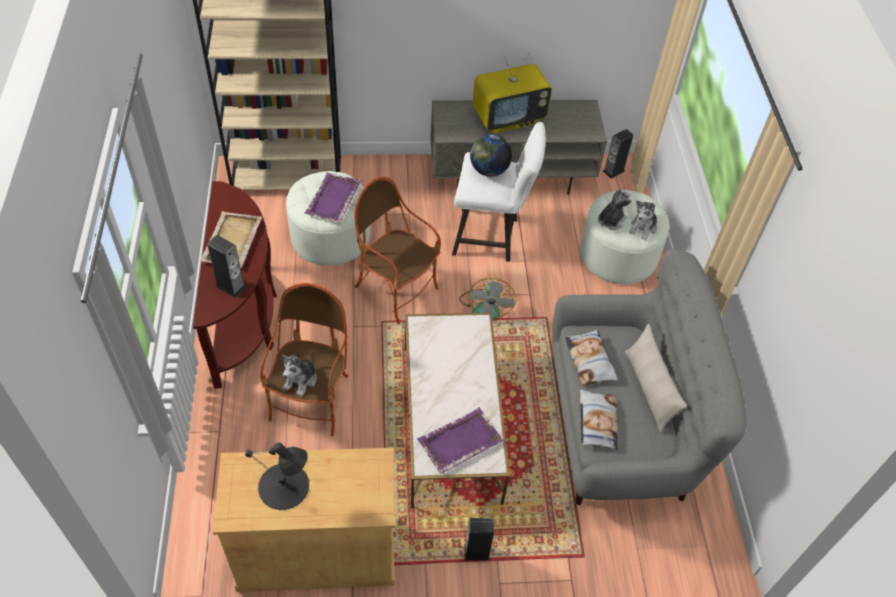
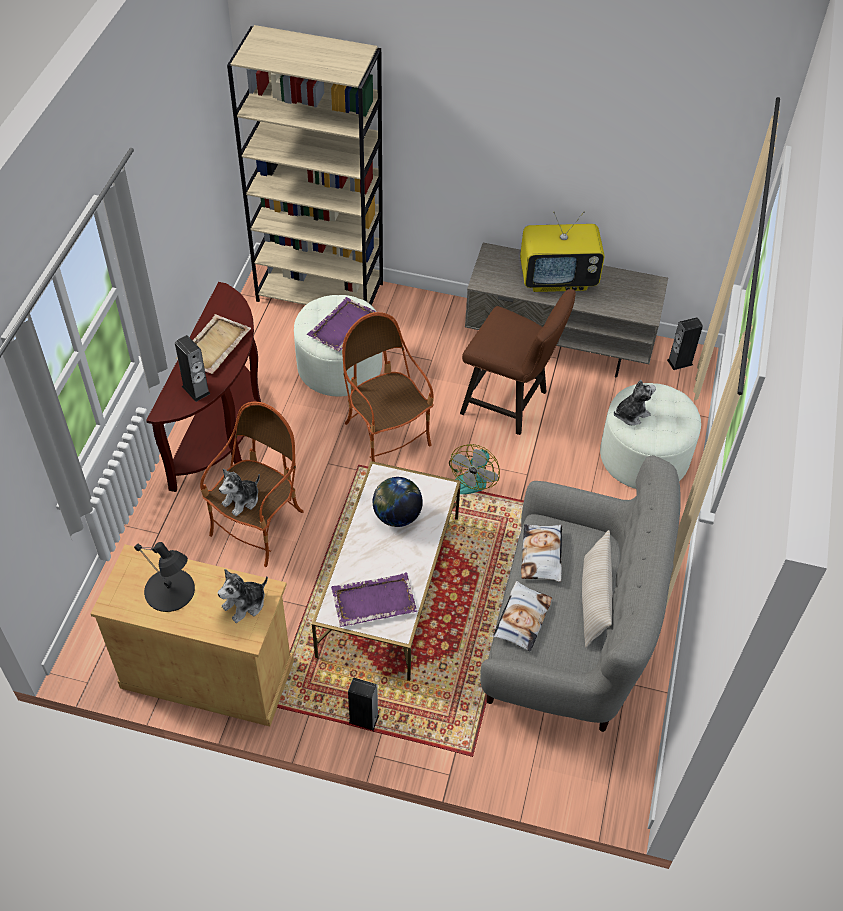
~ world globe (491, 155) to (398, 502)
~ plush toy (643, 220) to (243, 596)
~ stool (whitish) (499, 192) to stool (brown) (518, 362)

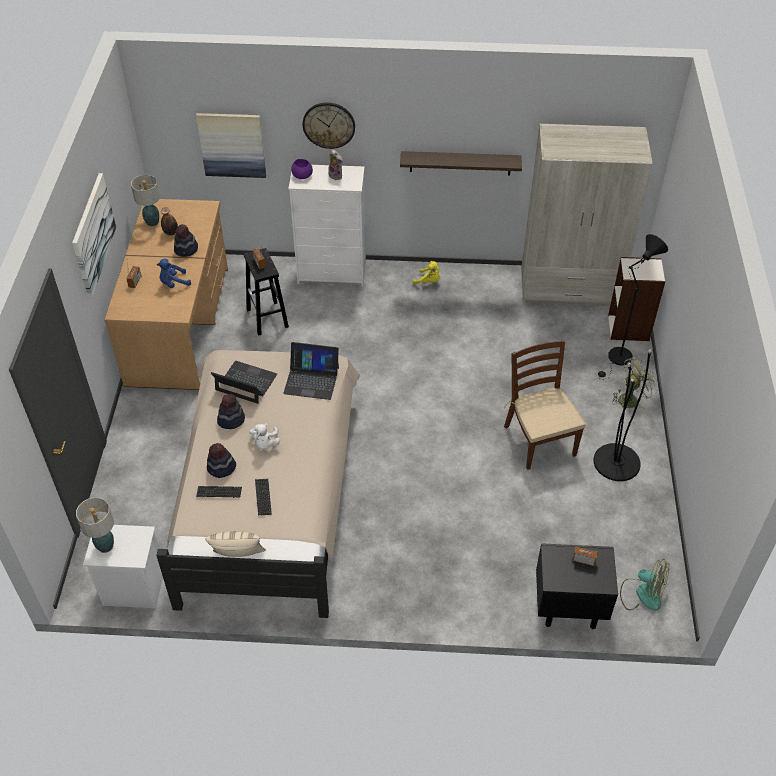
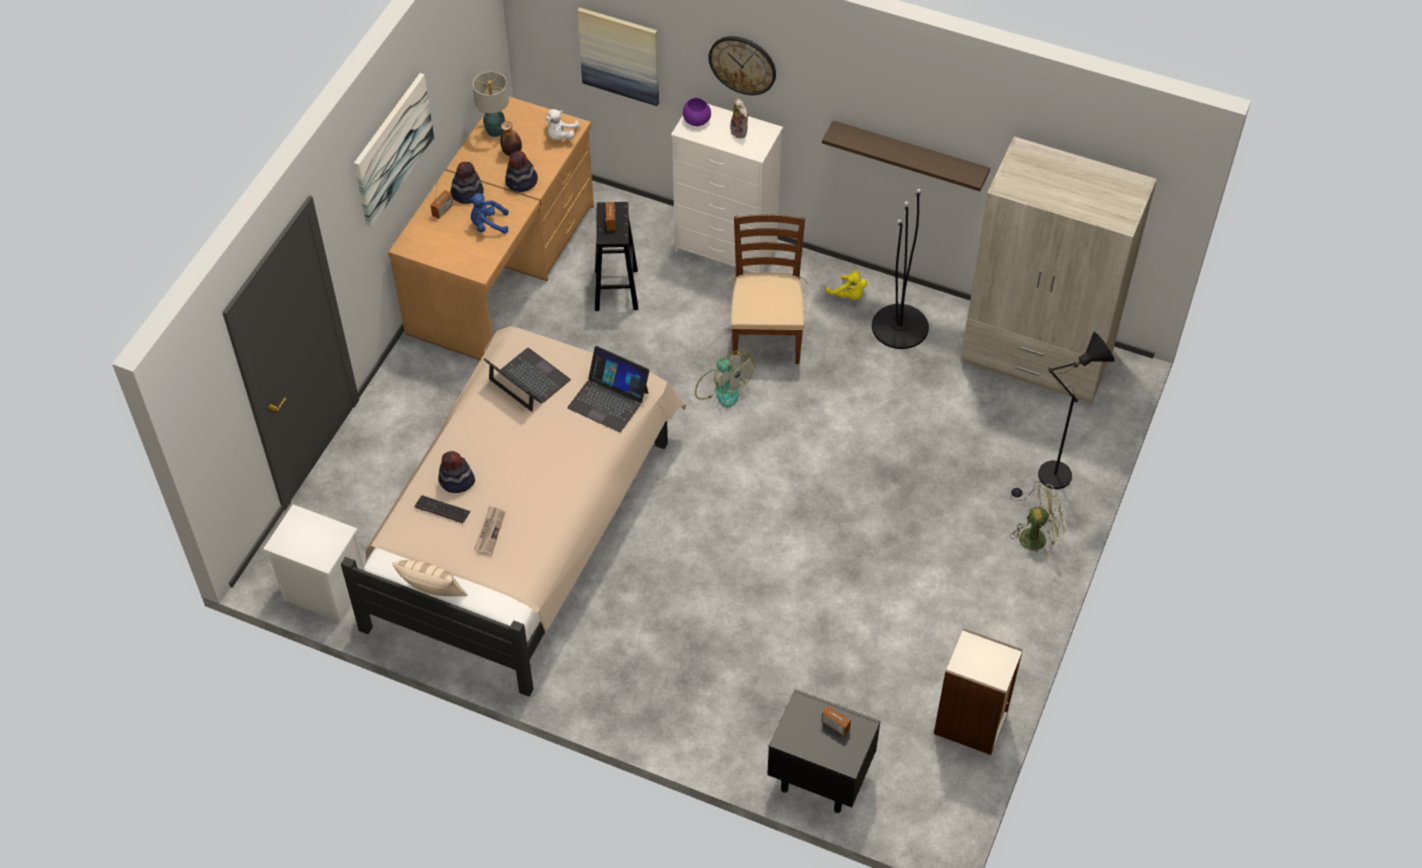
- lamp for a table (95, 525)
~ wearable hat (231, 411) to (467, 183)
~ plush toy (whitish) (264, 436) to (562, 124)
~ upright chair (brown) (545, 405) to (767, 289)
~ standing lamp (black-coloured) (622, 415) to (900, 269)
~ bookcase (636, 299) to (978, 691)
~ fan (644, 585) to (724, 379)
~ PC keyboard (263, 497) to printed paper (489, 530)

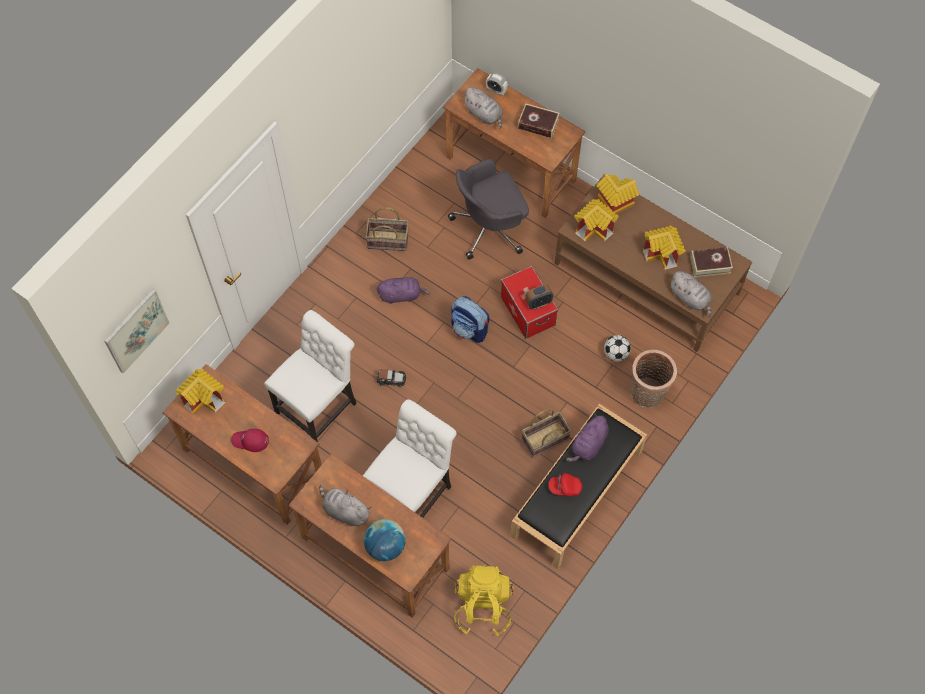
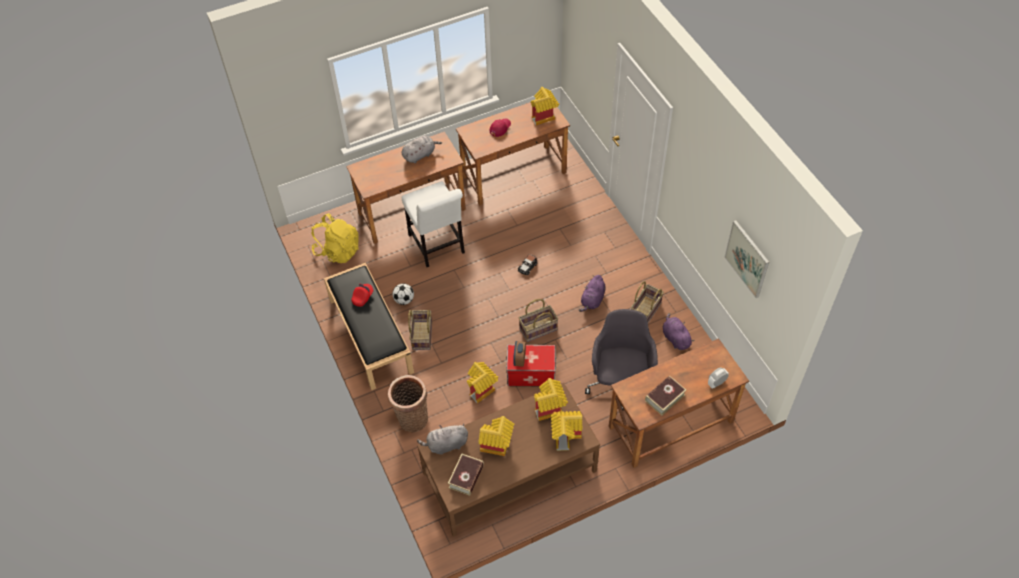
- upright chair (whitish) (310, 376)
- world globe (385, 540)
- plush toy (greyish) (482, 108)
+ toy house (482, 382)
~ wall art (137, 331) to (747, 259)
~ plush toy (purple-coloured) (587, 438) to (678, 331)
~ football (617, 348) to (403, 294)
~ backpack (470, 319) to basket (538, 320)

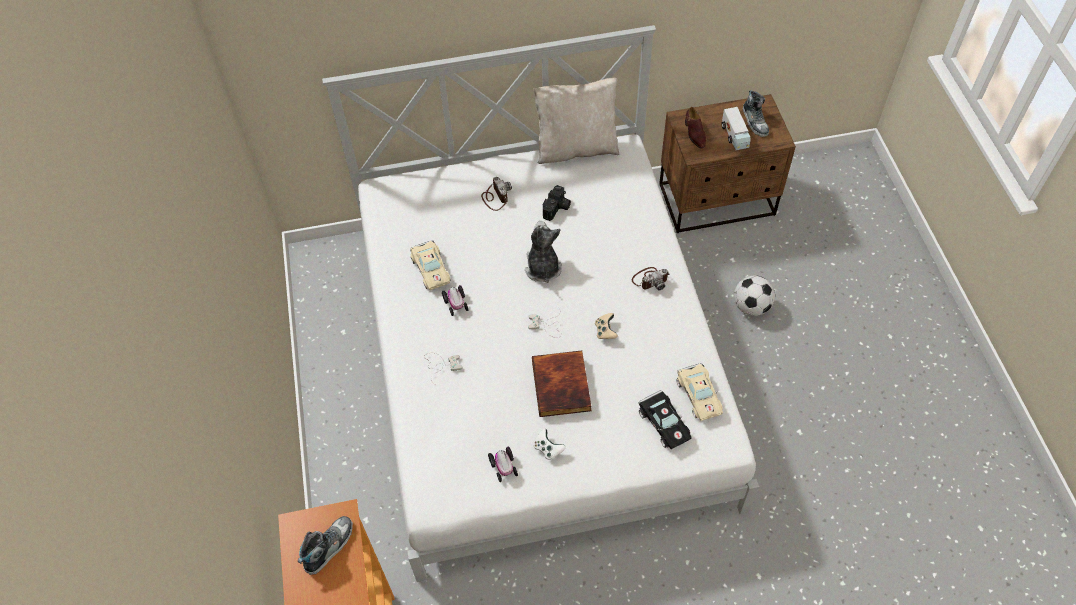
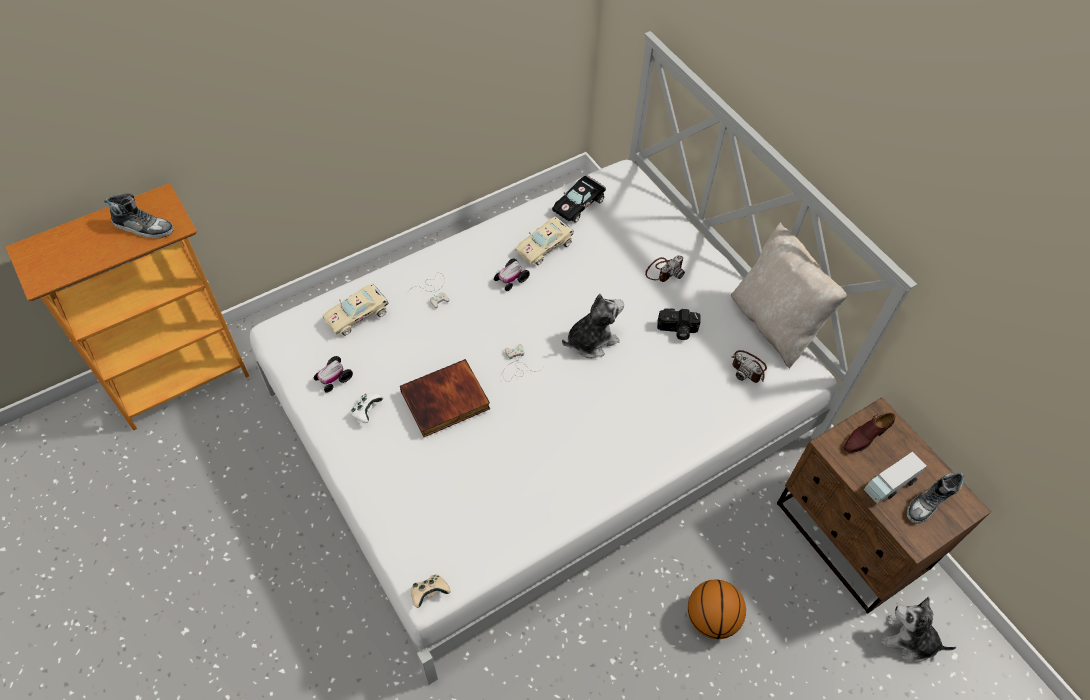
+ plush toy (918, 630)
~ gamepad (beige) (606, 326) to (431, 591)
~ still camera (650, 278) to (749, 366)
~ toy car (black-coloured) (665, 419) to (579, 199)
~ toy car (beige) (699, 392) to (355, 309)
~ football (754, 295) to ball for basketball (717, 609)

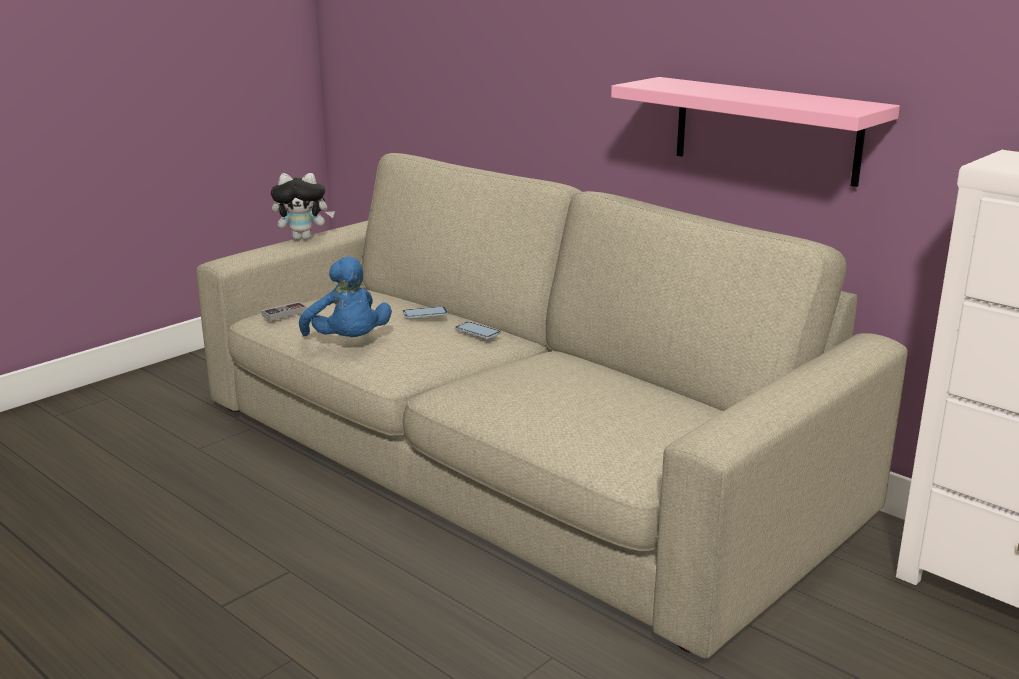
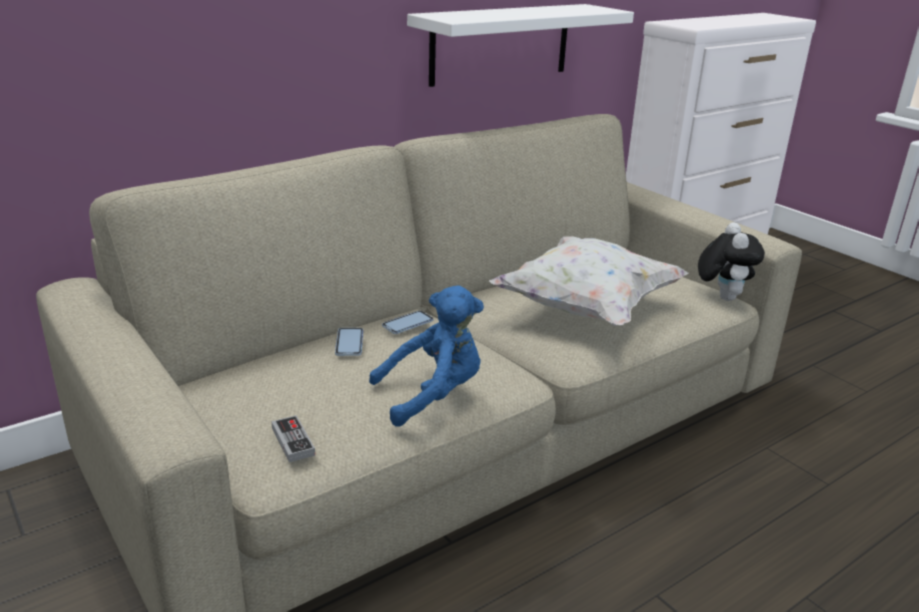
+ pillow (whitish) (589, 281)
~ plush toy (303, 206) to (731, 261)
~ shelf (pinkish) (755, 132) to shelf (whitish) (520, 45)

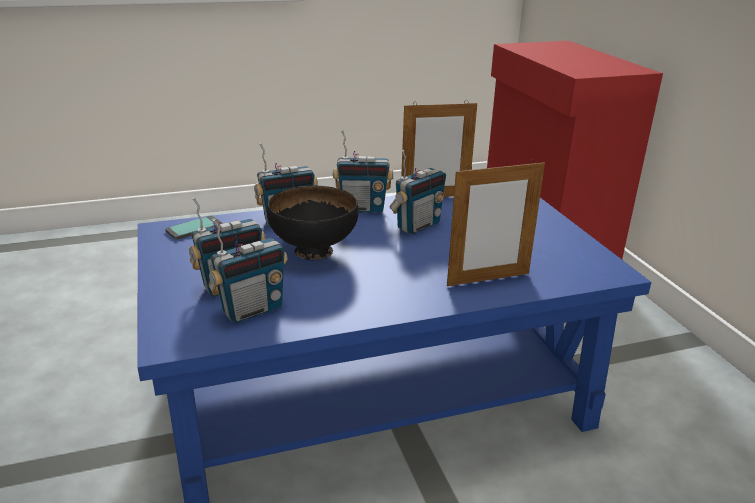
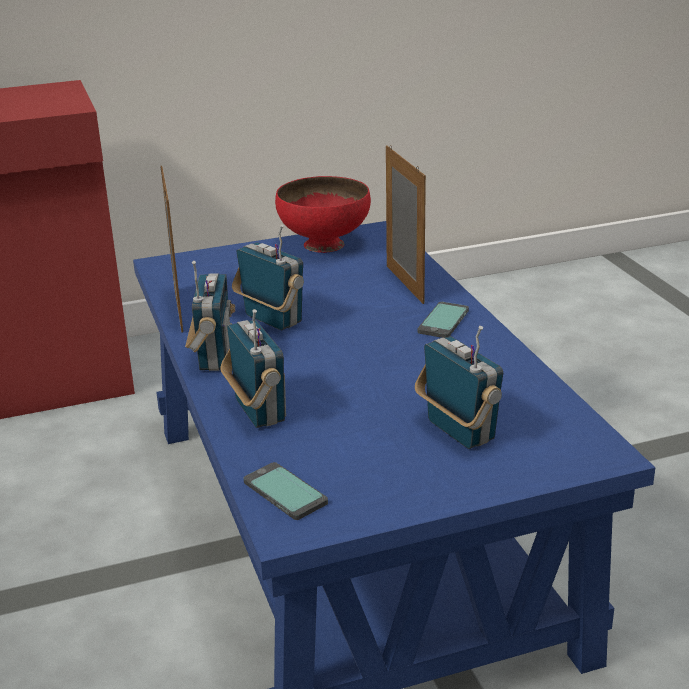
- radio (248, 271)
- deep dish (black-coloured) (313, 223)
+ deep dish (red-coloured) (323, 214)
+ phone (443, 320)

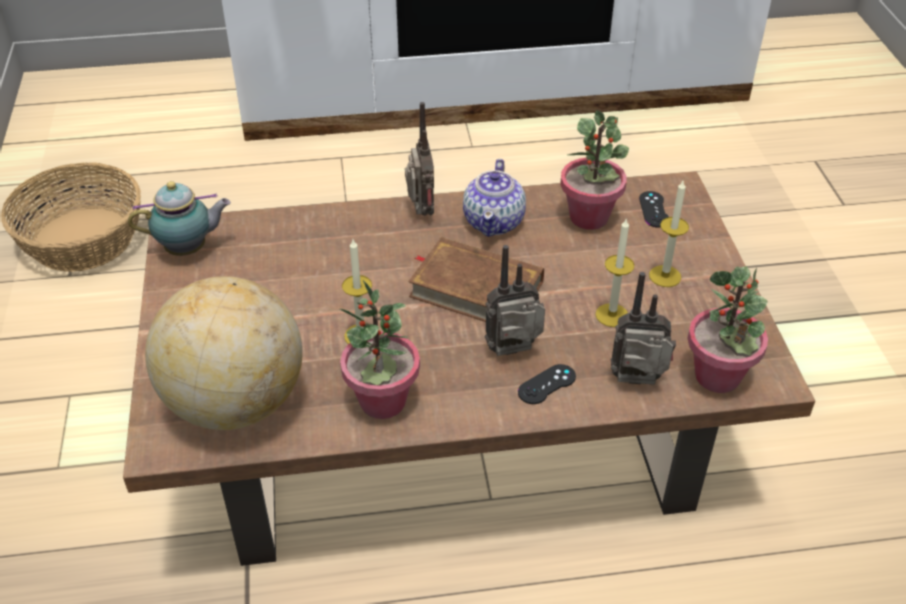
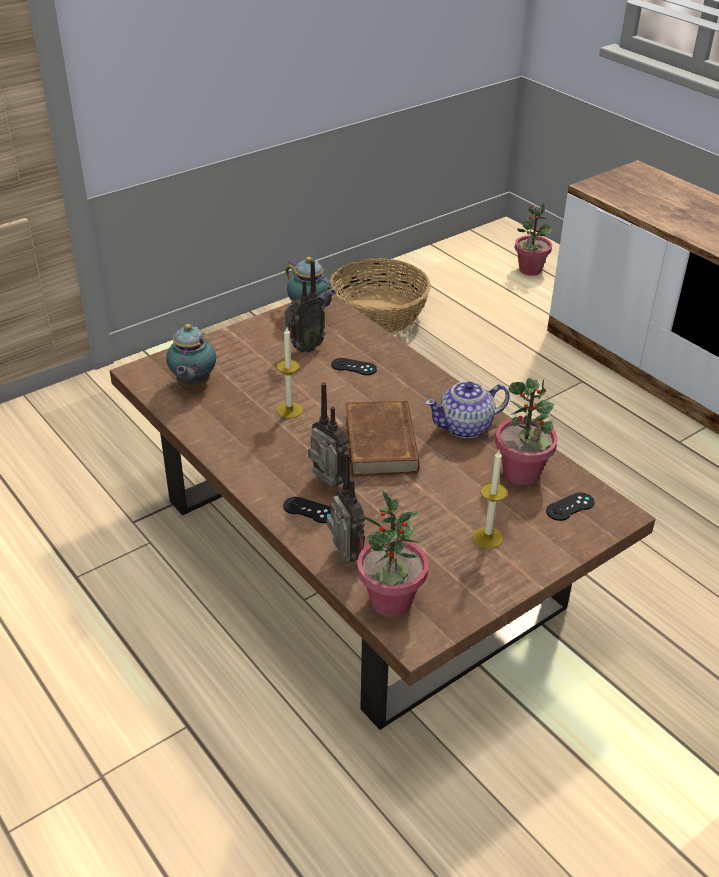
- wax candle (614, 272)
+ gamepad (black-coloured) (354, 366)
~ potted plant (380, 349) to (533, 239)
~ radio (419, 159) to (305, 306)
~ world globe (223, 353) to pot for tea (191, 355)

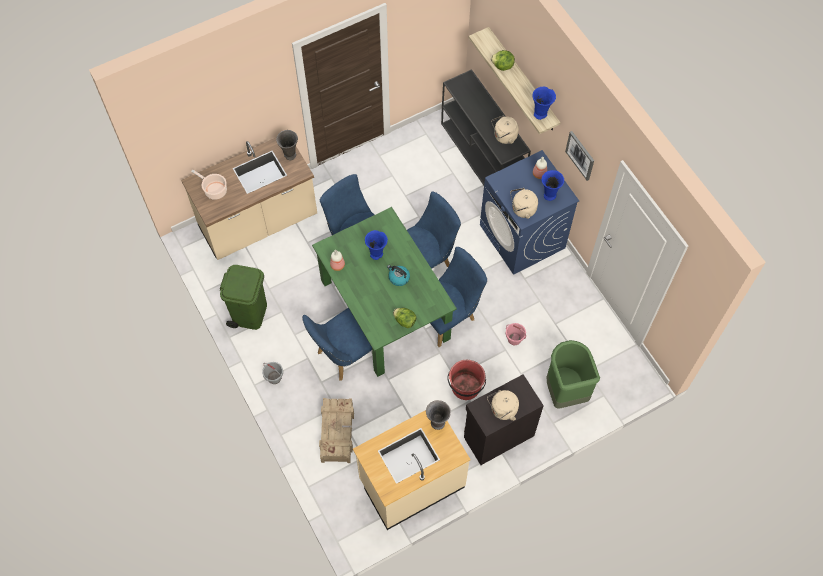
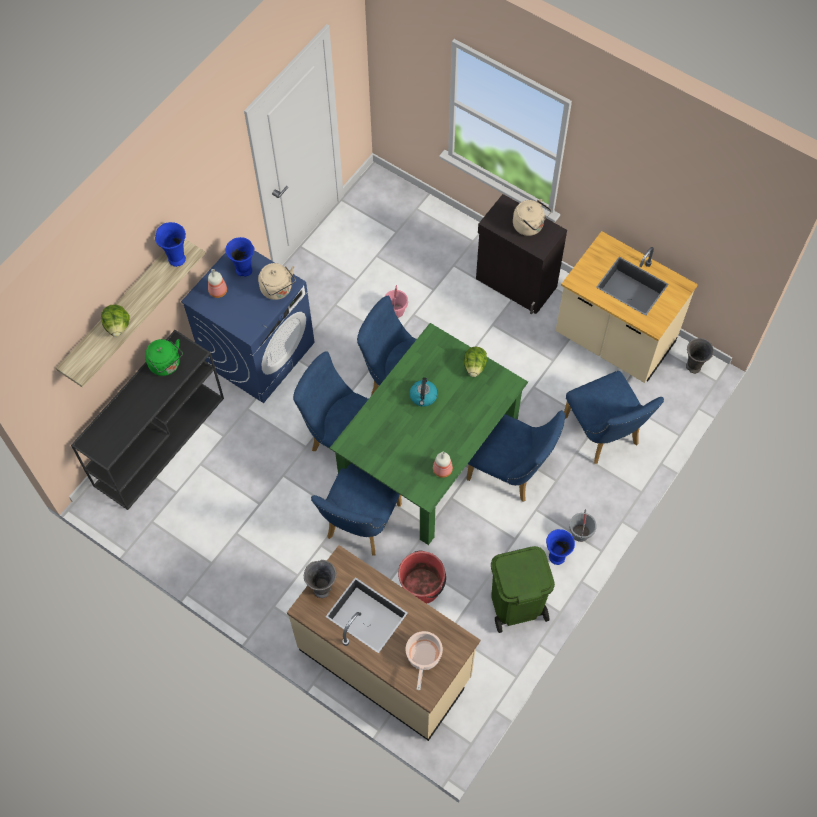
- rubbish bin (greenish) (573, 374)
- wall art (579, 156)
~ vase (blue-coloured) (376, 245) to (560, 547)
~ vase (greyish) (438, 415) to (699, 356)
~ bucket (red-coloured) (466, 380) to (422, 577)
~ crate (336, 430) to upright chair (blue-coloured) (614, 417)
~ water kettle (beige) (505, 129) to water kettle (greenish) (164, 357)

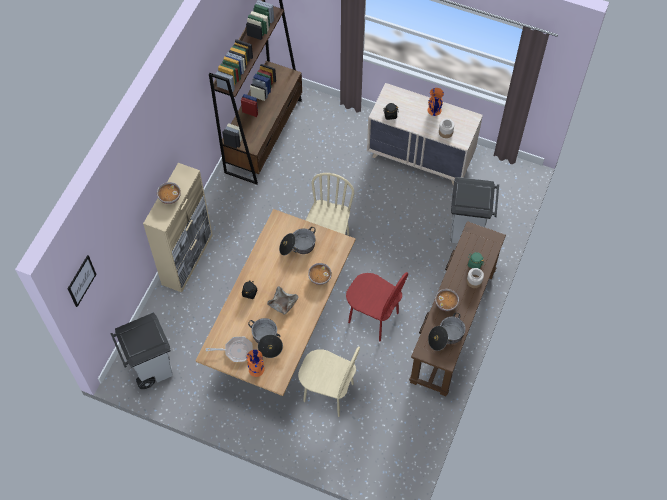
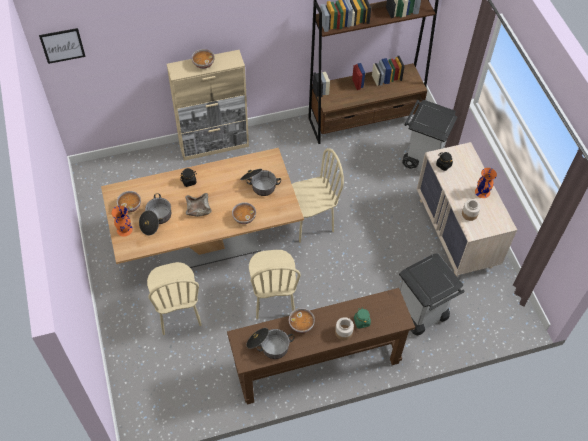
~ rubbish bin (greyish) (141, 351) to (429, 136)
~ skillet (229, 349) to deep dish (129, 201)
~ upright chair (red-coloured) (377, 306) to upright chair (beige) (275, 284)

